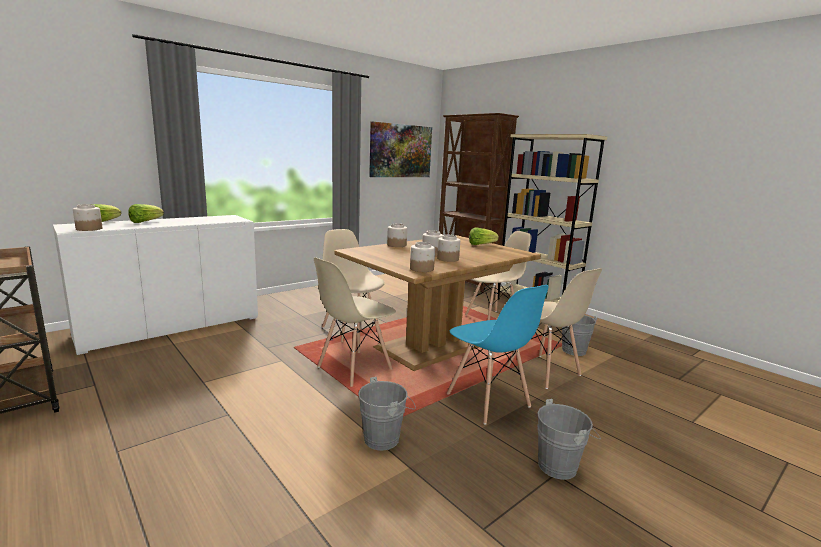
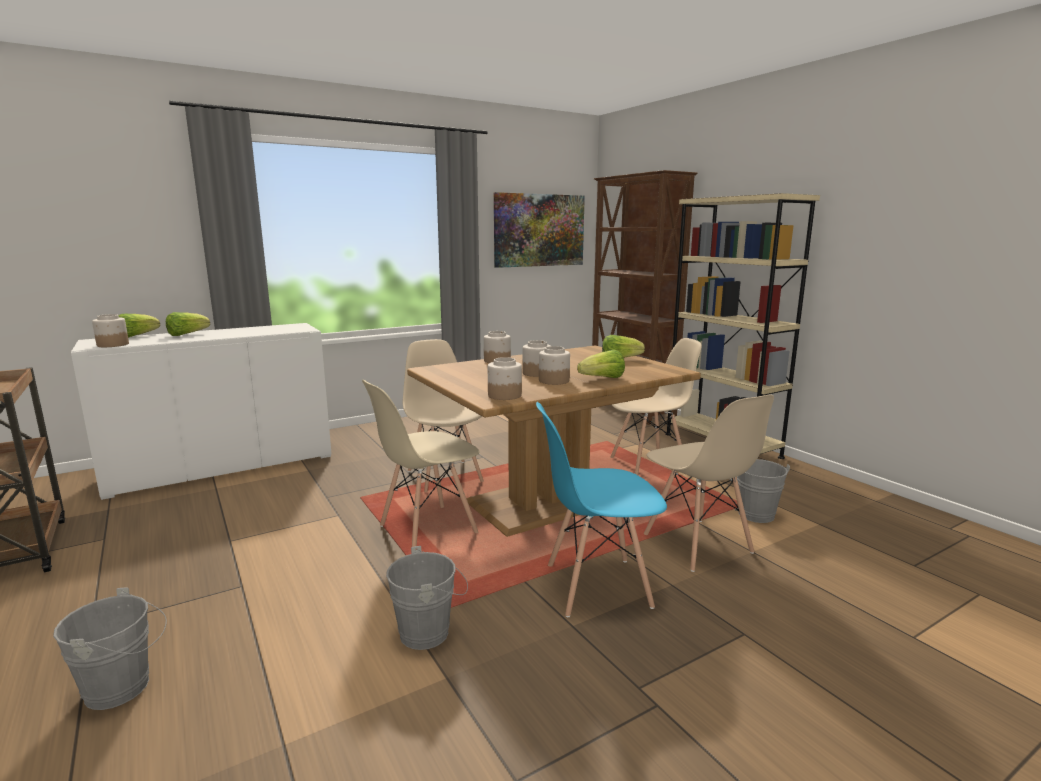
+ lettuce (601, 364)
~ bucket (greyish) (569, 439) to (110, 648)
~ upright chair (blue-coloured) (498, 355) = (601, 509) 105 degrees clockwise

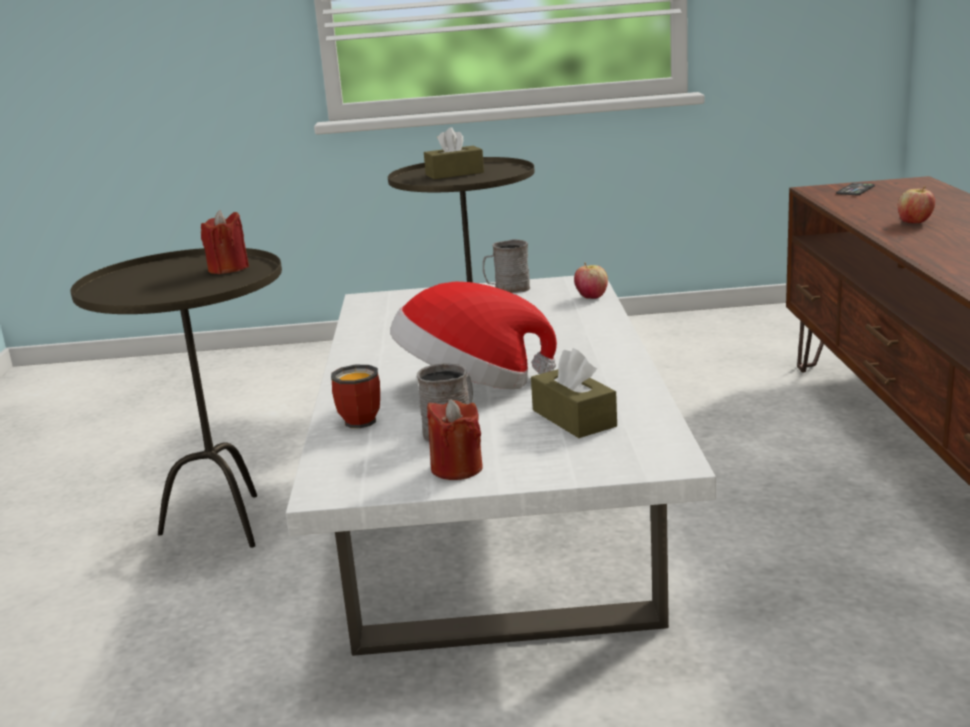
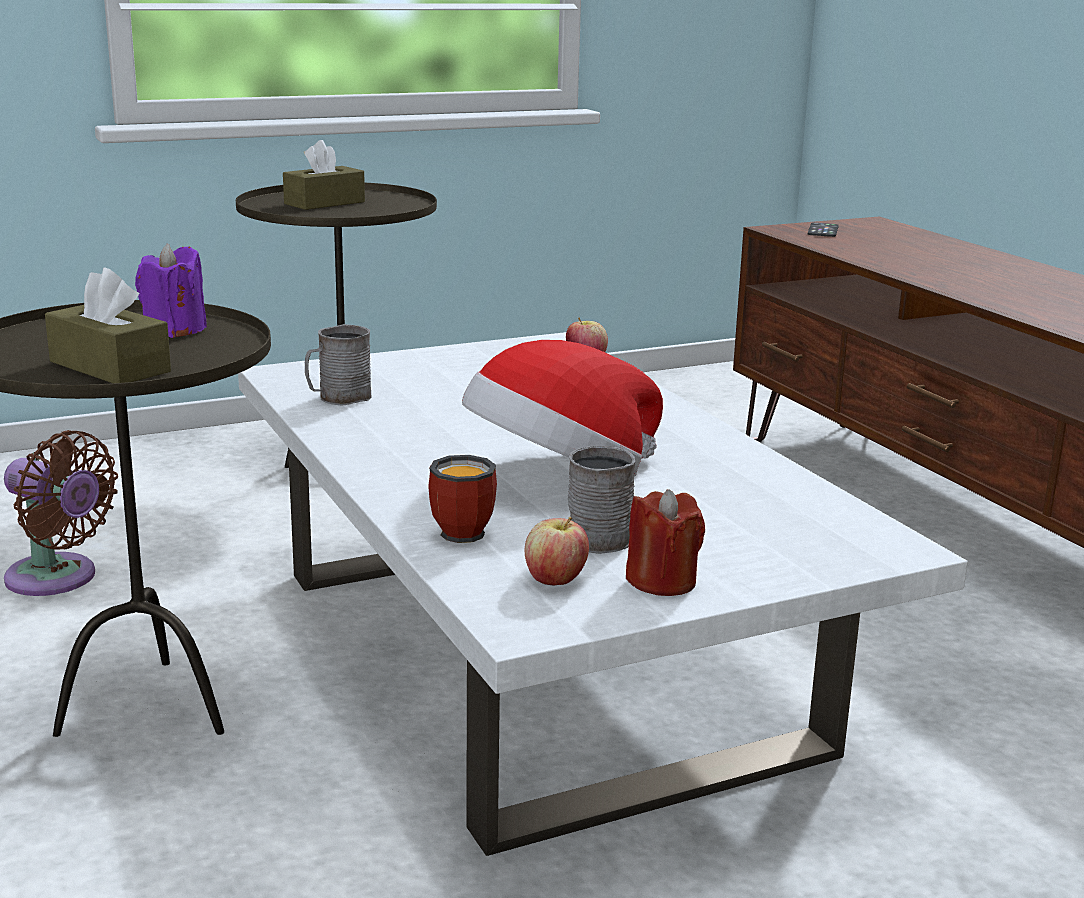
+ fan (brown) (61, 513)
~ tea mug (greyish) (506, 266) to (338, 365)
~ tissue holder (brown) (574, 393) to (108, 325)
~ apple fruit (916, 204) to (557, 551)
~ wax candle (red-coloured) (225, 242) to wax candle (purple-coloured) (171, 291)

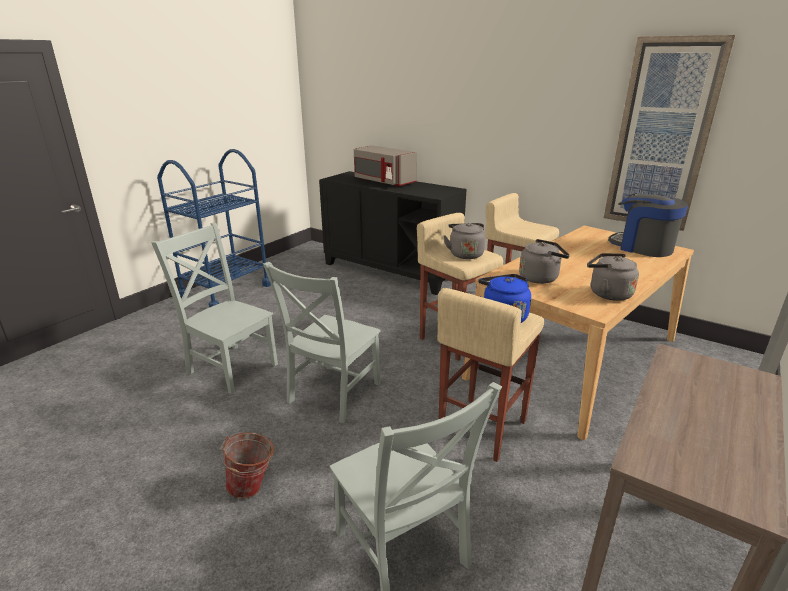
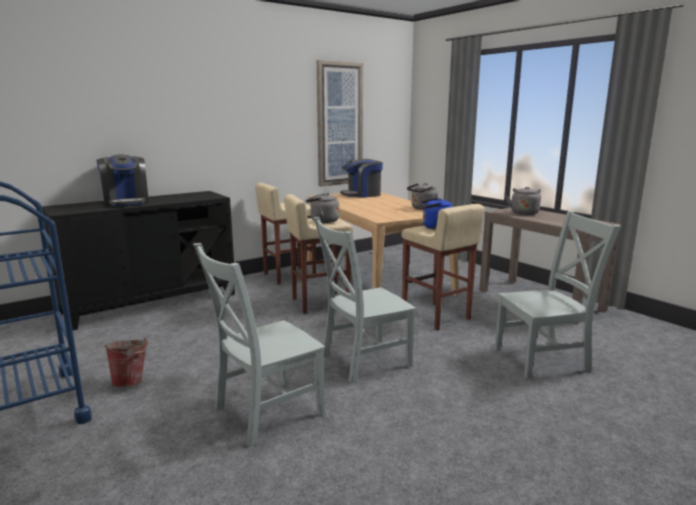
~ bucket (247, 465) to (127, 362)
~ water kettle (greyish) (544, 261) to (523, 201)
~ microwave (greyish) (385, 166) to coffee brewer (122, 180)
~ upright chair (greyish) (322, 342) = (364, 300) 105 degrees clockwise

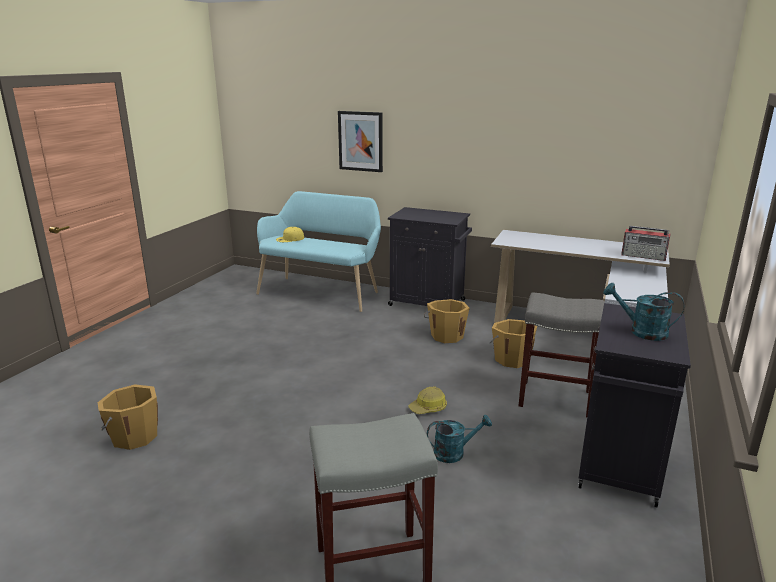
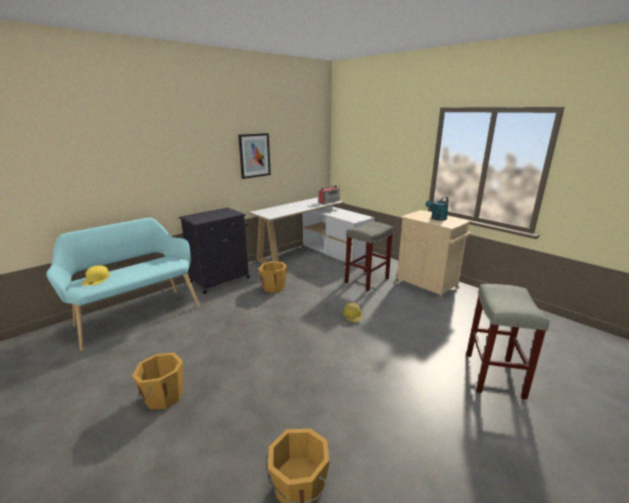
- watering pot (turquoise-coloured) (459, 438)
~ wall art (360, 141) to (254, 156)
~ bucket (orange) (513, 343) to (157, 381)
~ storage cabinet (black-coloured) (634, 405) to storage cabinet (beige) (433, 255)

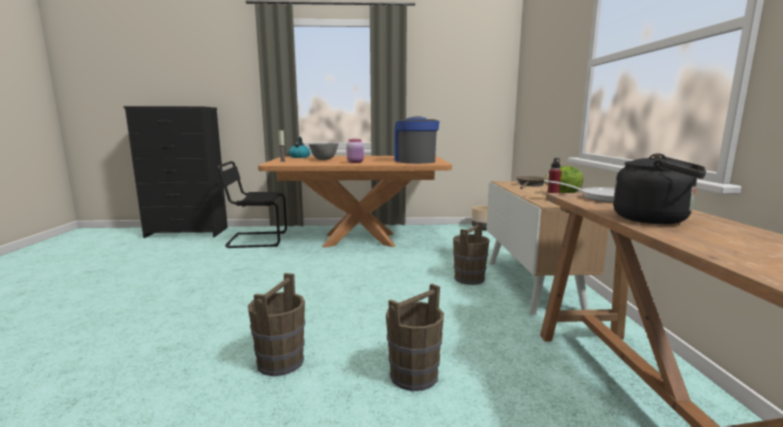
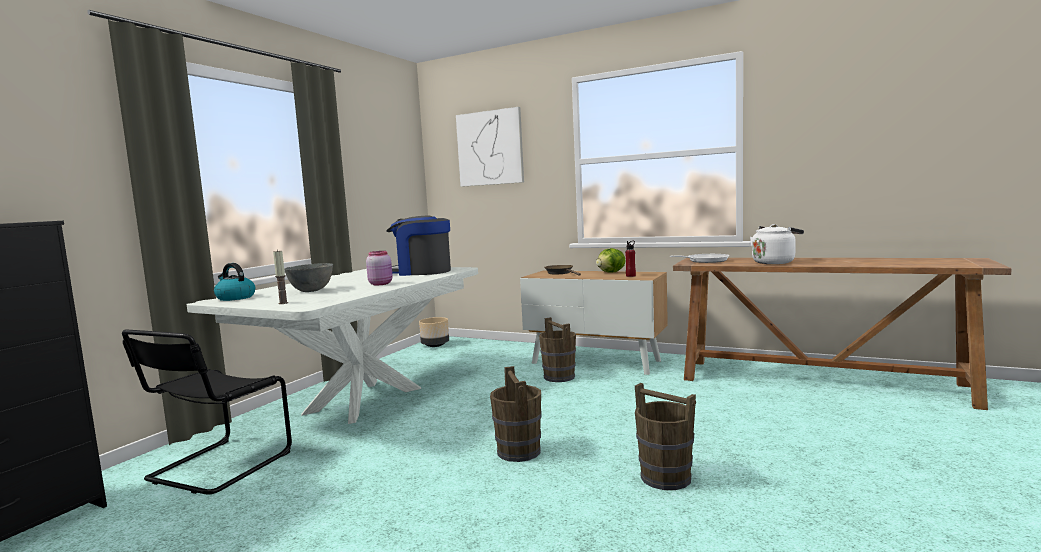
+ wall art (490, 147)
~ bucket (brown) (415, 337) to (516, 414)
~ dining table (brown) (355, 201) to dining table (whitish) (332, 345)
~ water kettle (black-coloured) (659, 189) to water kettle (whitish) (777, 244)

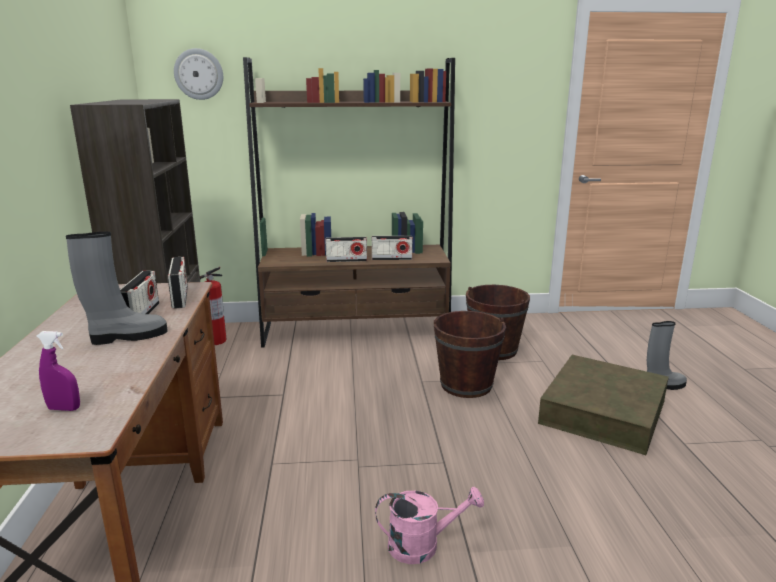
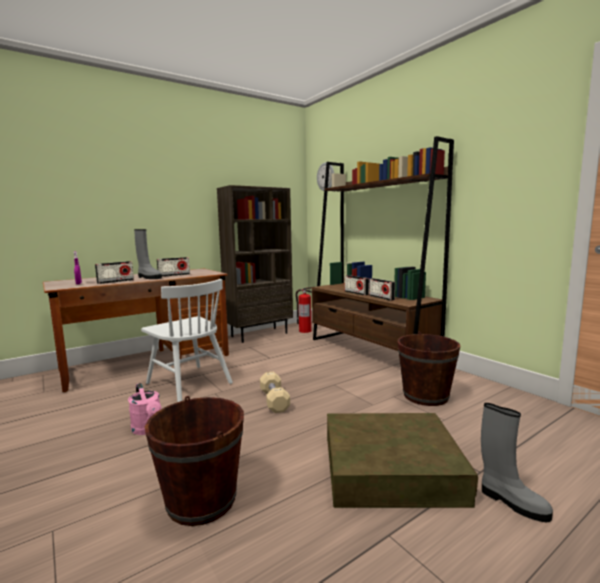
+ upright chair (whitish) (187, 340)
+ free weight (beige) (275, 392)
~ radio (178, 283) to (114, 272)
~ bucket (brown) (470, 354) to (194, 461)

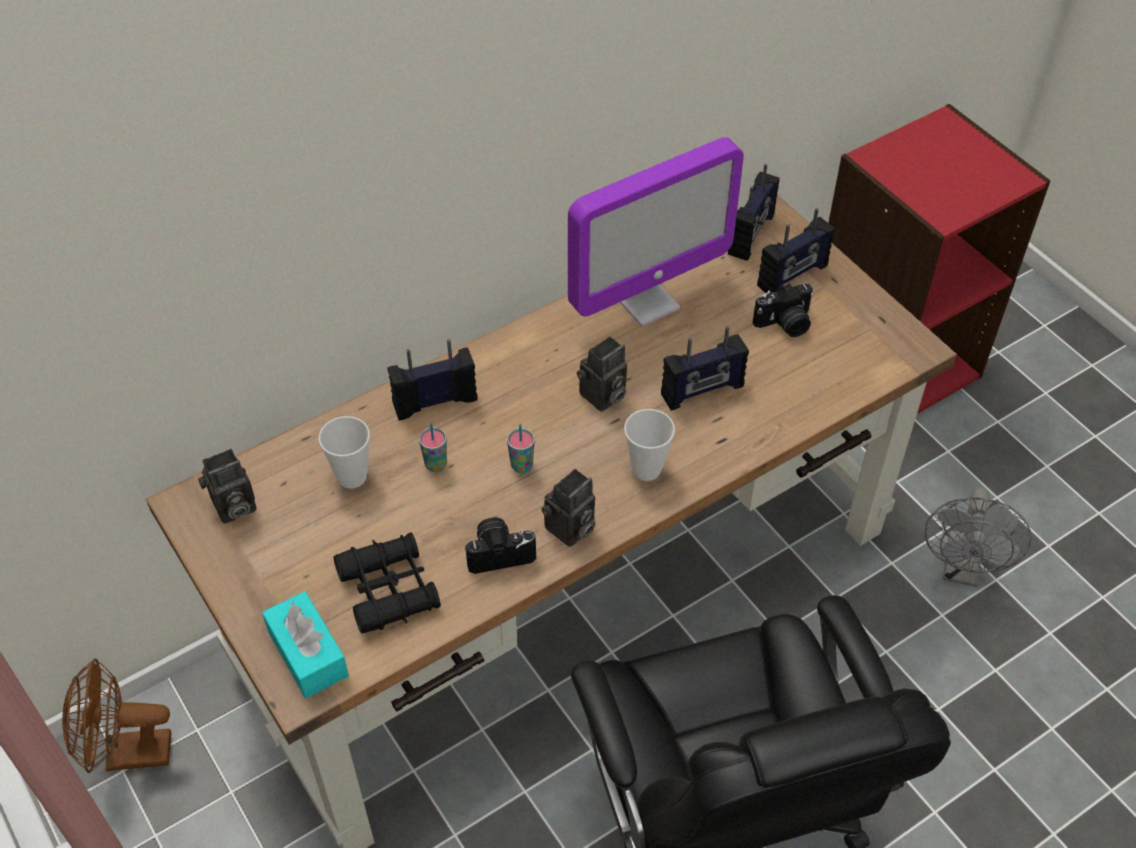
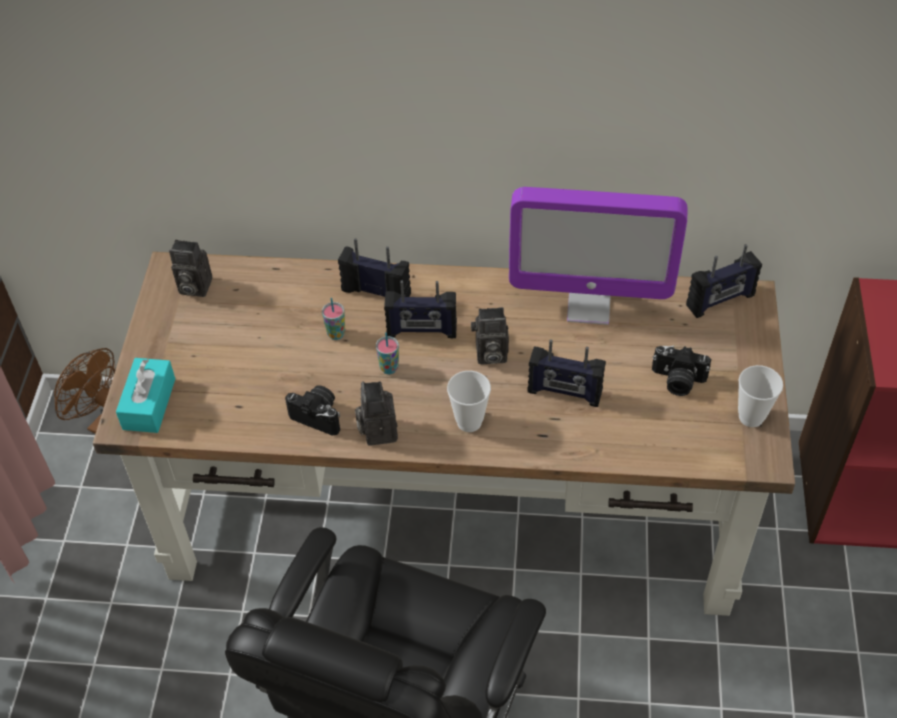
- field glasses (black-coloured) (387, 583)
- fan (greyish) (978, 537)
~ cup (344, 452) to (760, 396)
~ radio (796, 250) to (420, 309)
~ still camera (568, 508) = (376, 413) 90 degrees clockwise

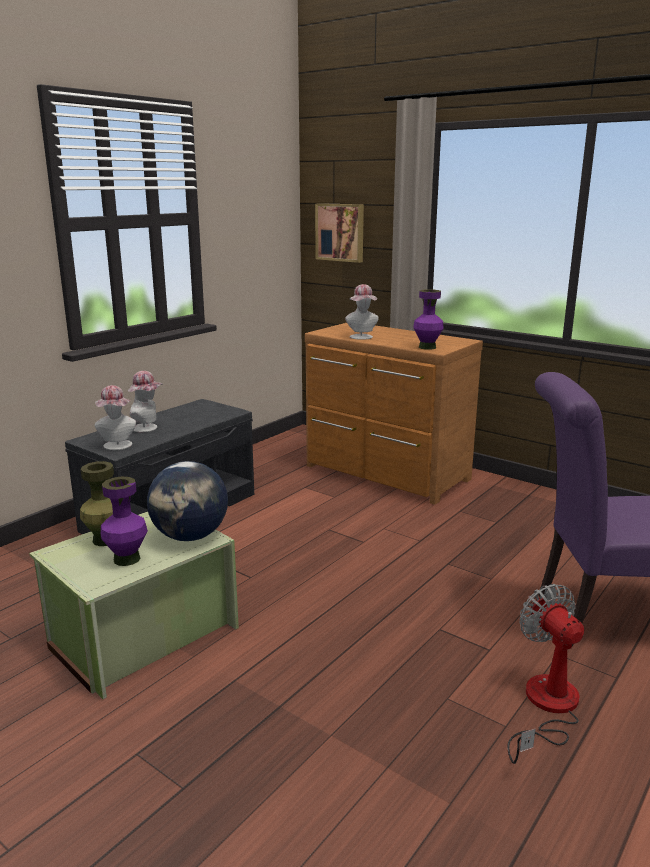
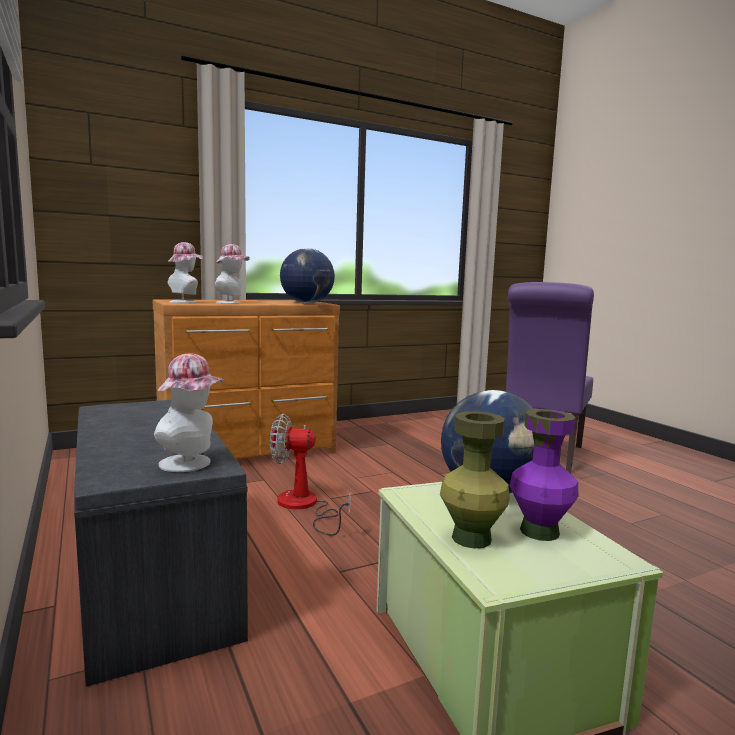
- wall art (339, 233)
~ wearable hat (145, 402) to (185, 272)
~ fan (546, 674) to (310, 475)
~ vase (purple-coloured) (428, 319) to world globe (307, 276)

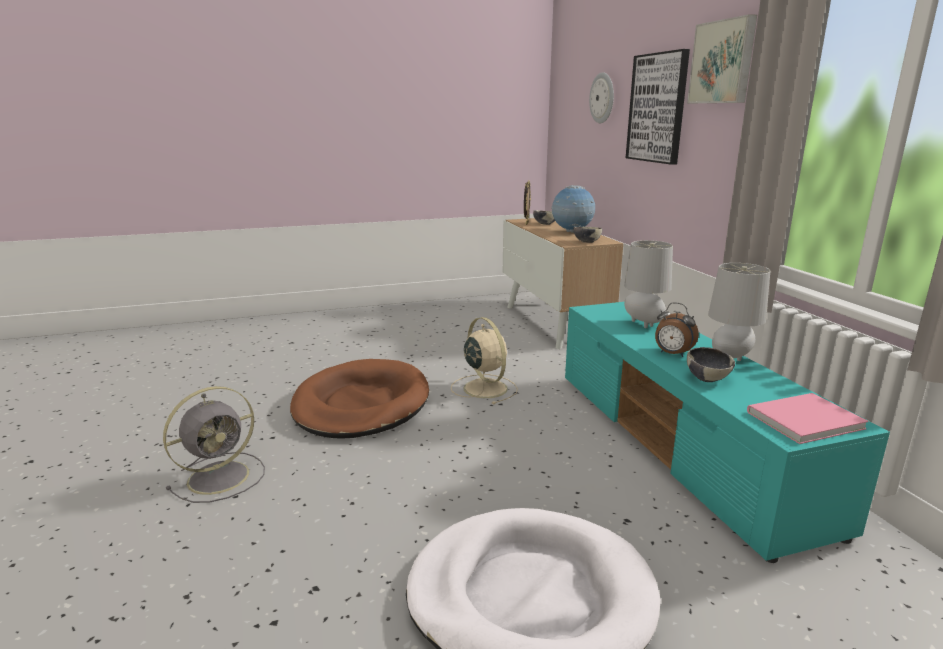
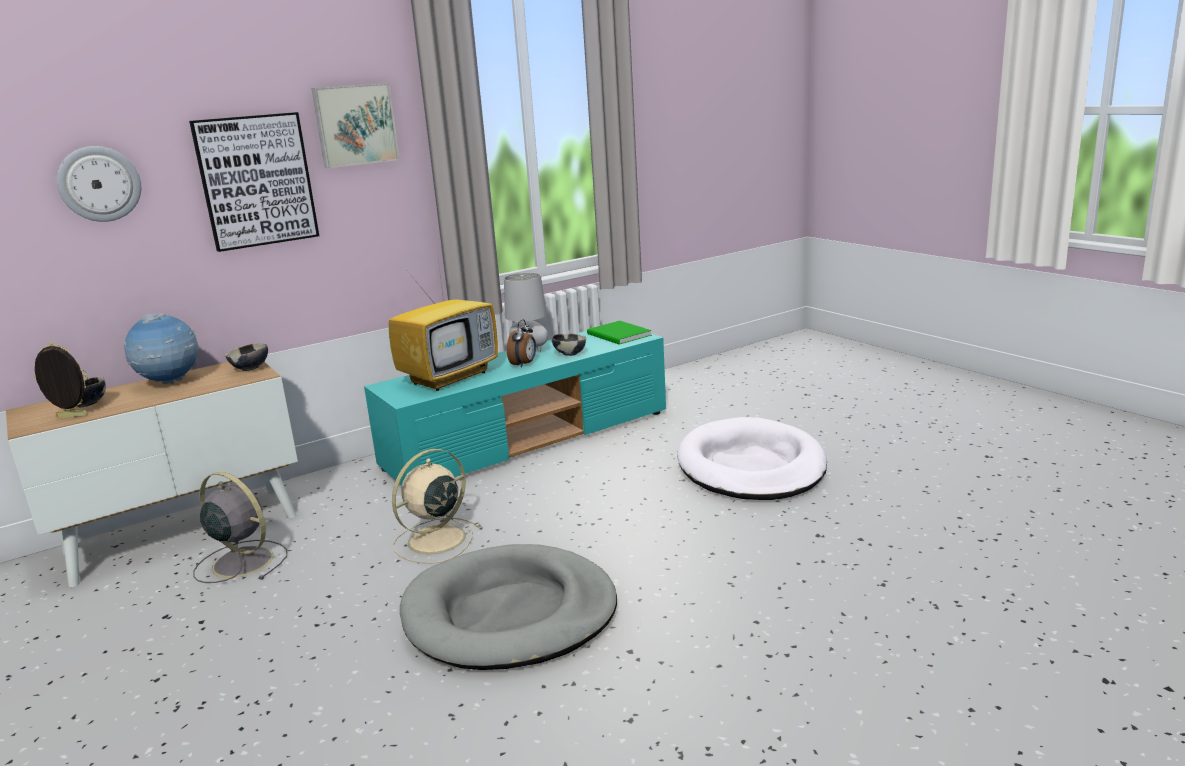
~ fan (greyish) (214, 444) to (240, 527)
~ lamp for a table (greyish) (648, 284) to television (443, 321)
~ dog bed (brown) (359, 399) to dog bed (greyish) (508, 607)
~ book (pinkish) (807, 418) to book (greenish) (619, 333)

